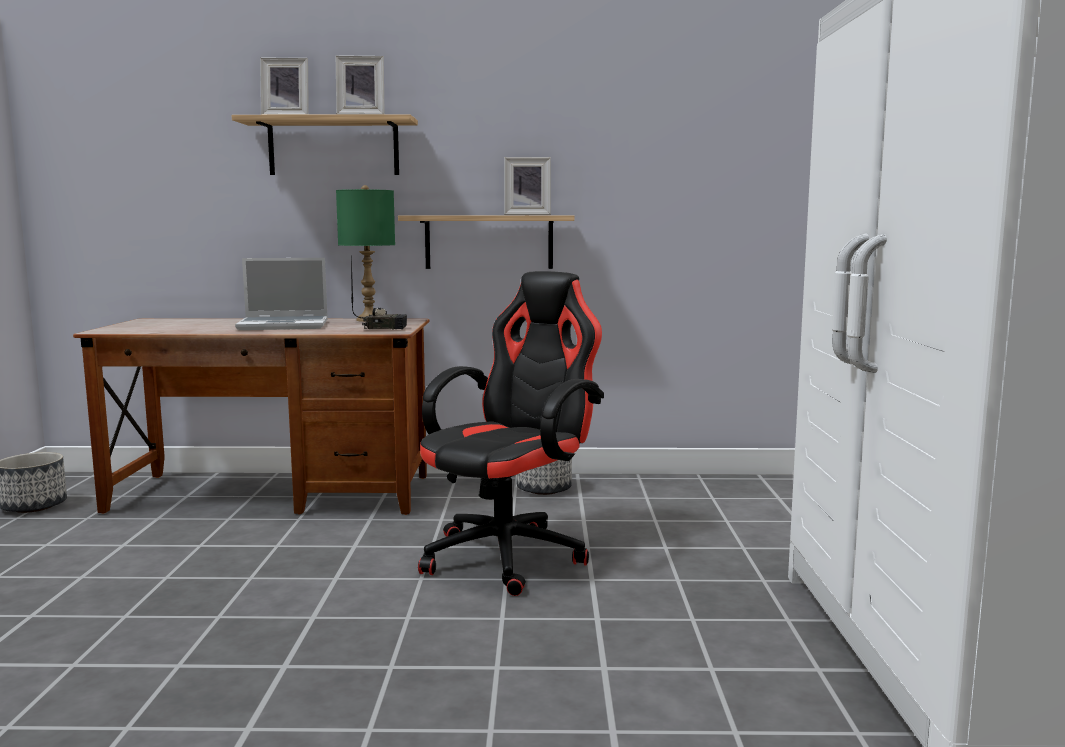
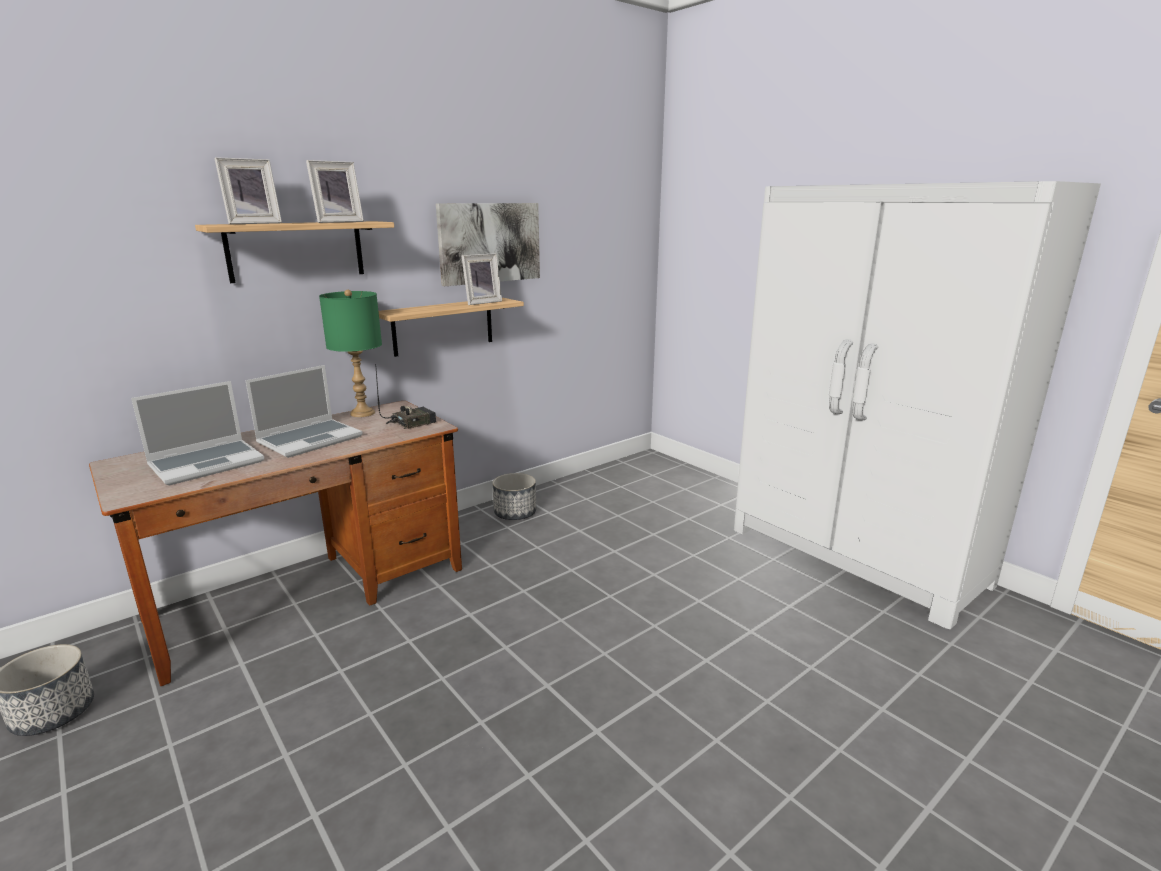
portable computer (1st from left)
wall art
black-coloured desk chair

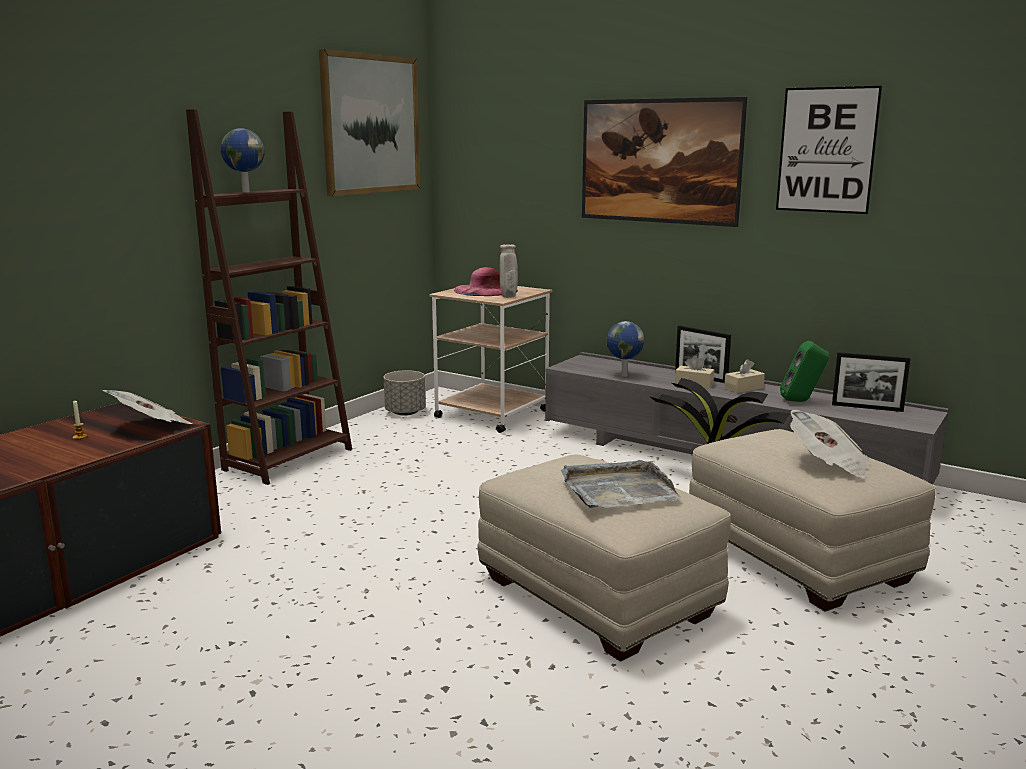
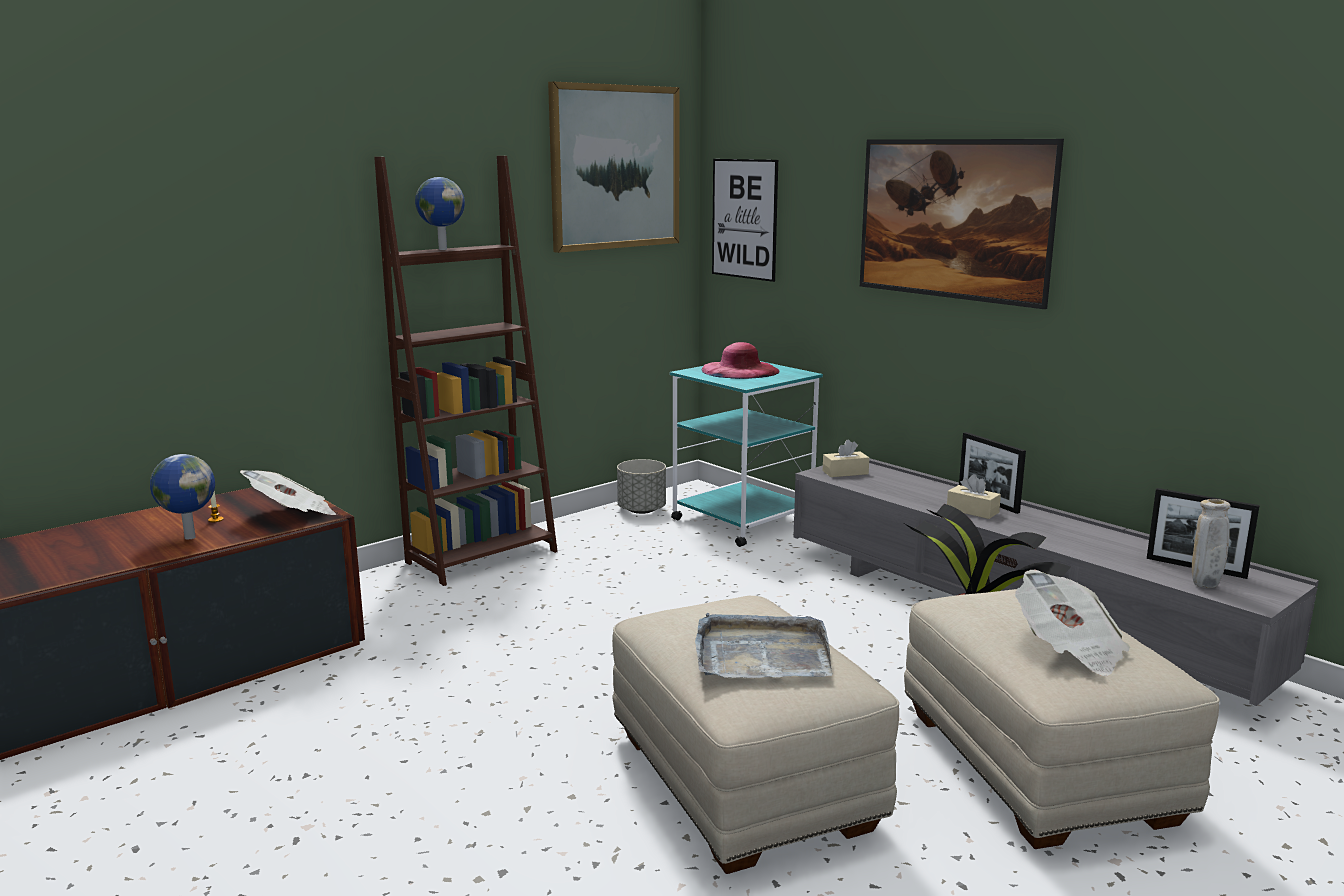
globe (1st from left)
turquoise trolley
wall art (2nd from left)
beige-coloured tissue box (1st from left)
beige-coloured flower vase
greenish speaker

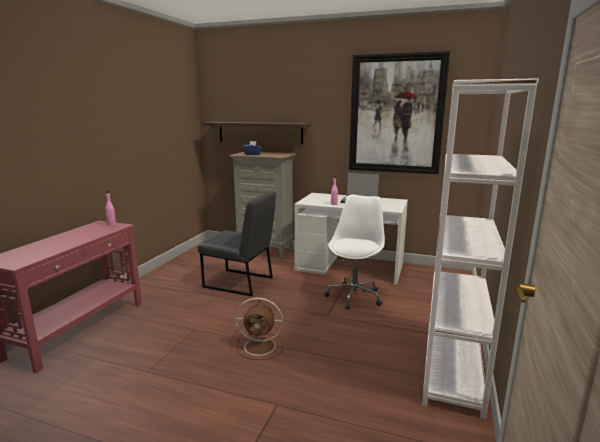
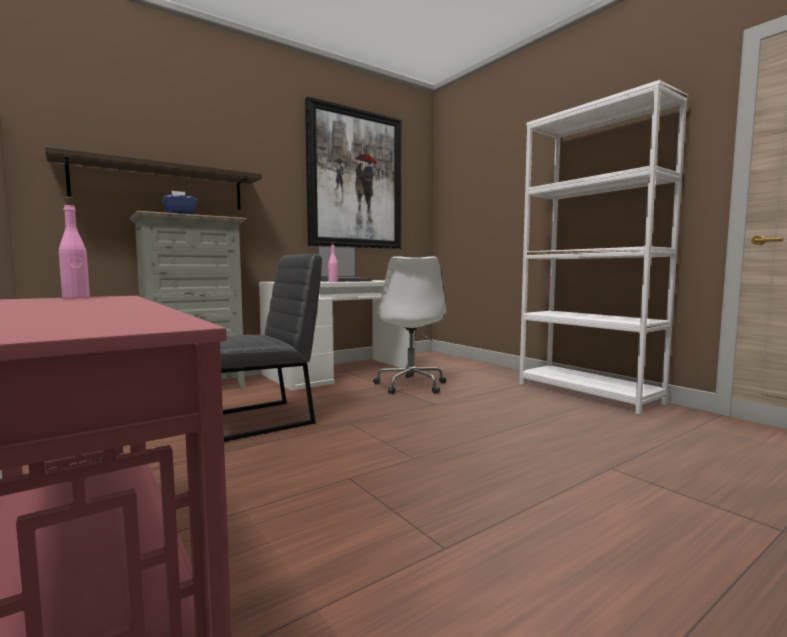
white desk chair
brownish electric fan

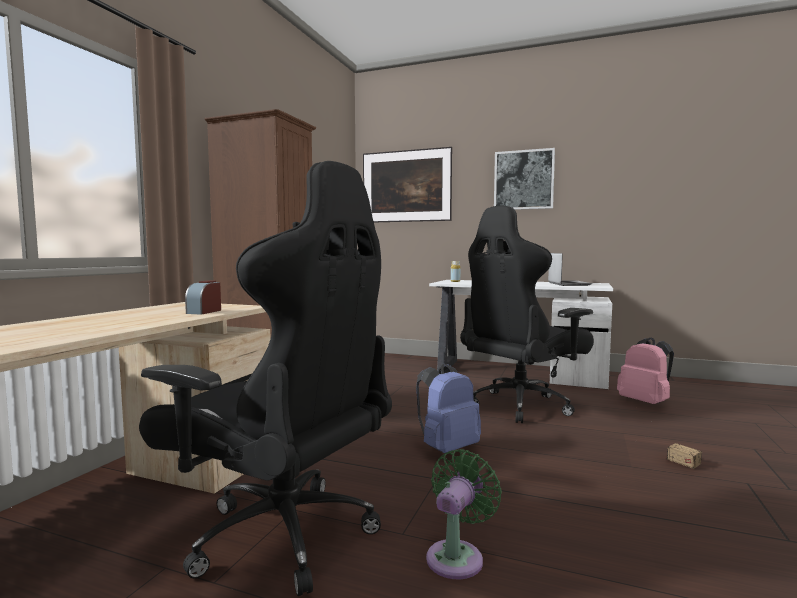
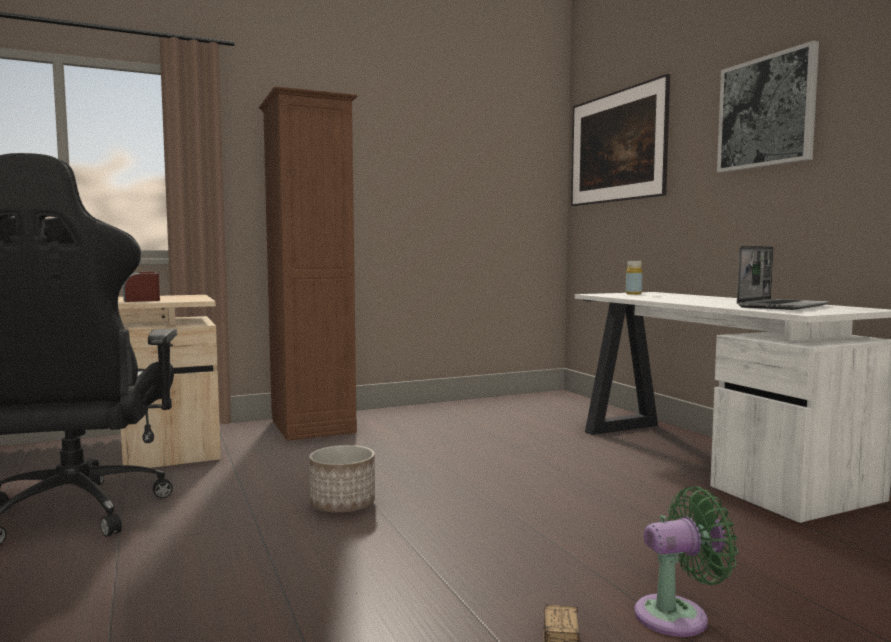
flower pot
greenish electric fan
black-coloured desk chair (2nd from left in the first image)
pinkish knapsack

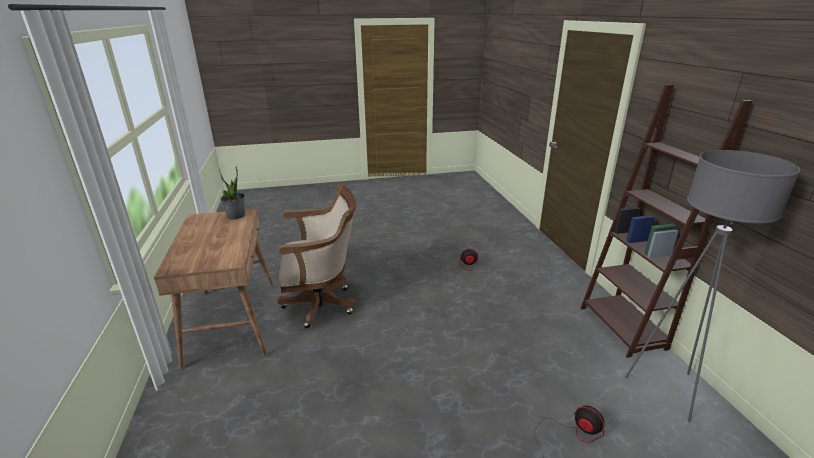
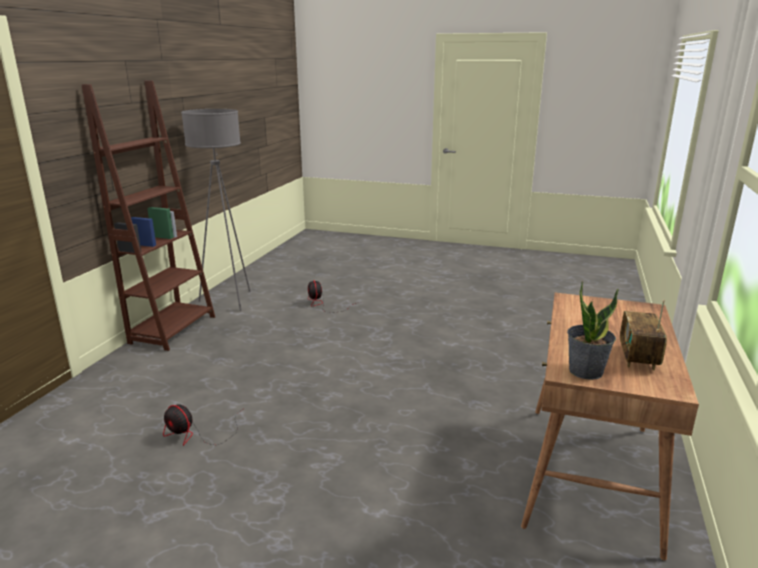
radio set
desk chair

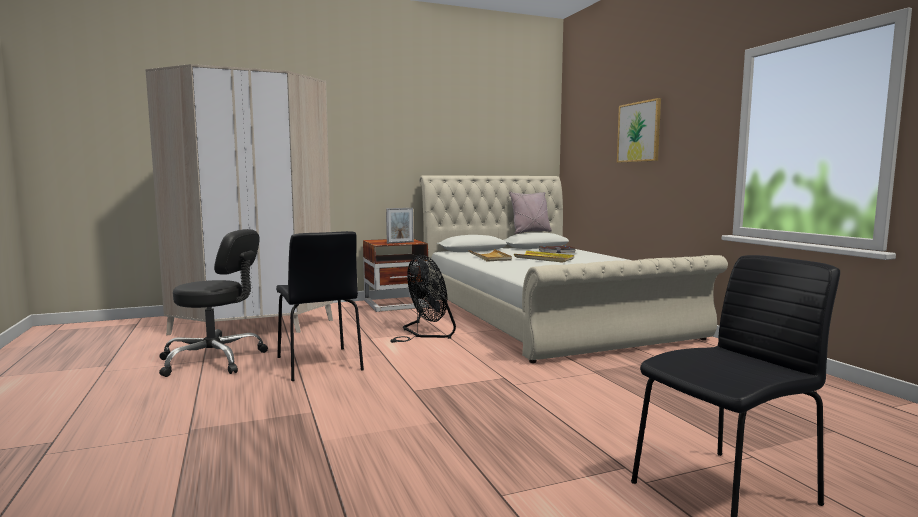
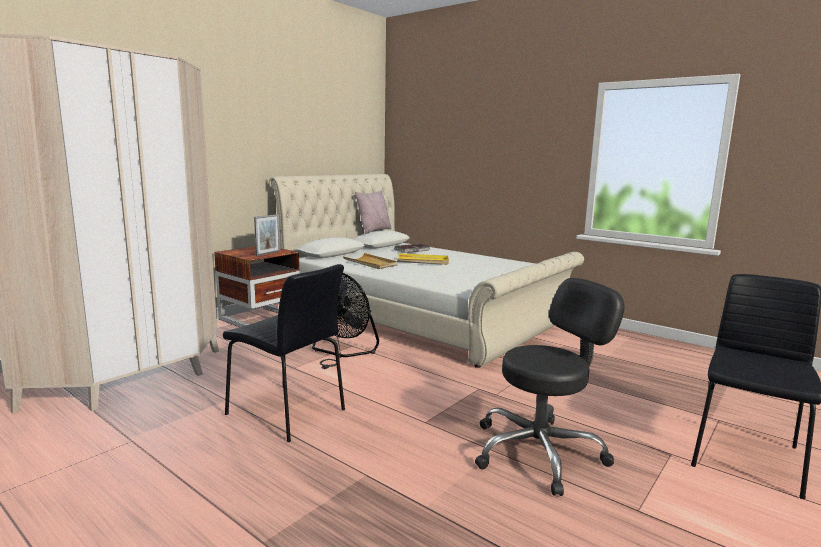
black-coloured desk chair
wall art

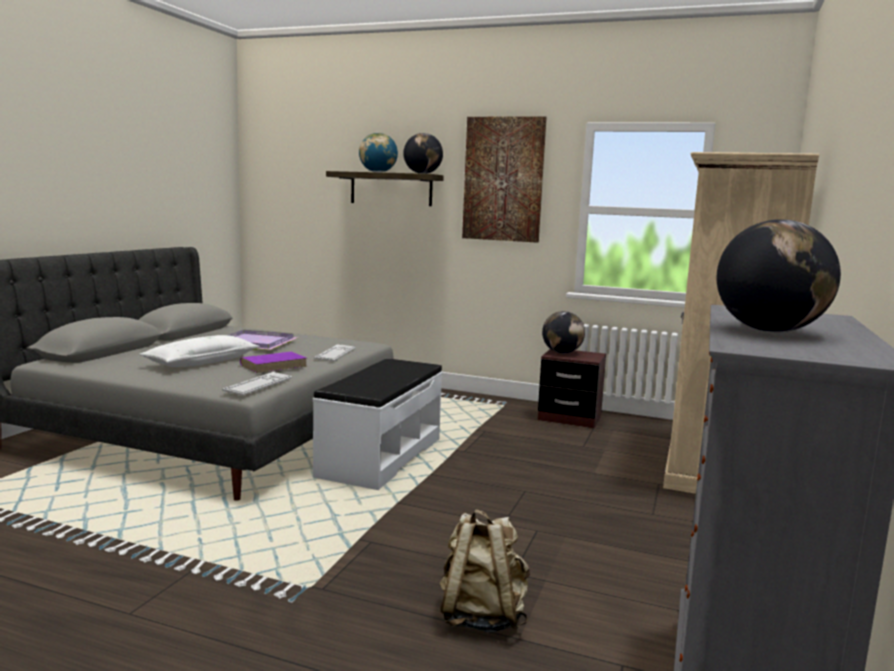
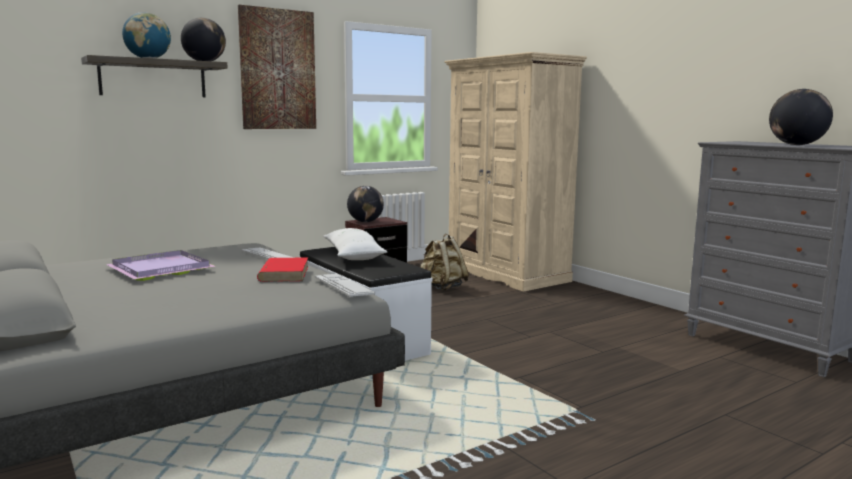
reddish volume
white throw pillow
beige-coloured knapsack

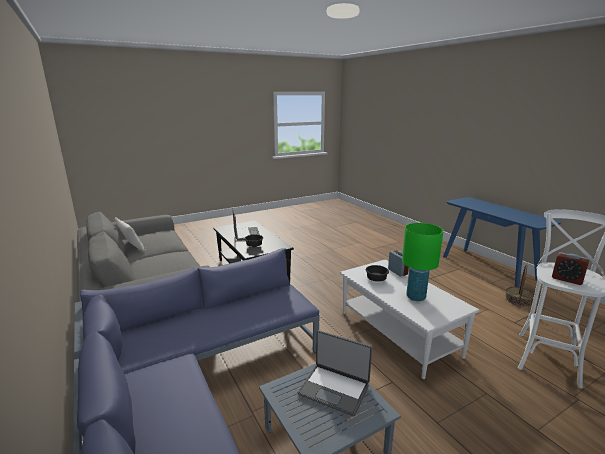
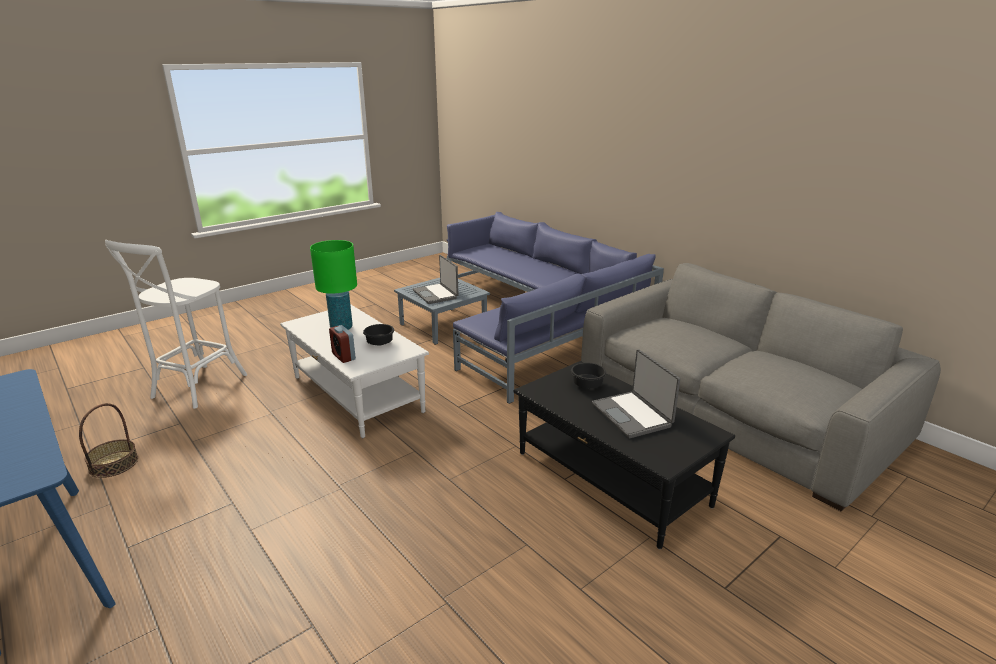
portable computer (1st from left)
white throw pillow
bedside clock (2nd from left in the first image)

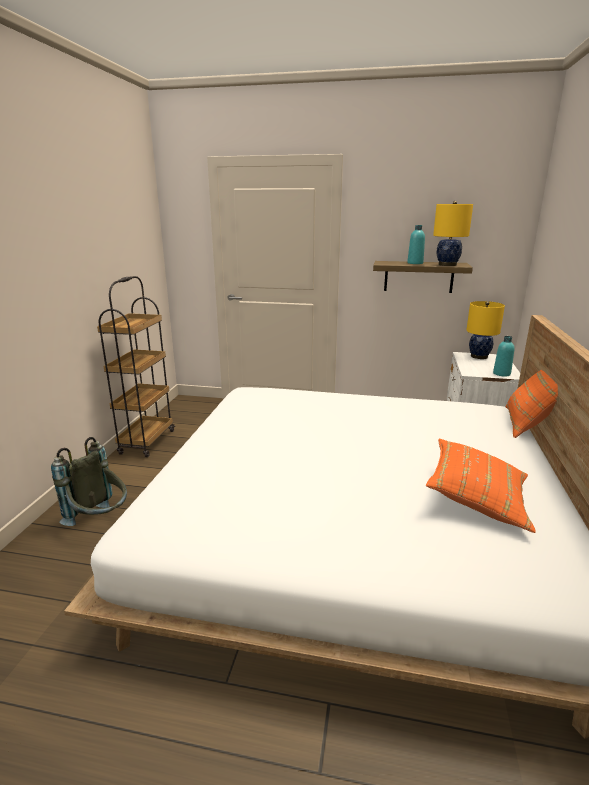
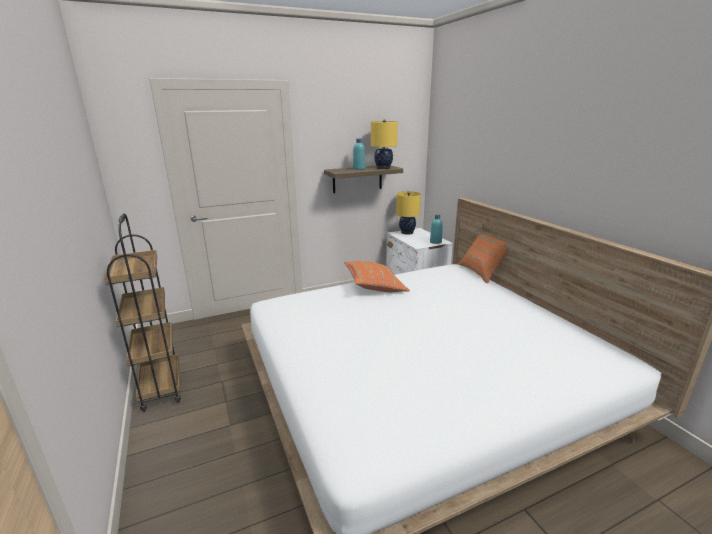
orange-coloured throw pillow (1st from left)
gray knapsack

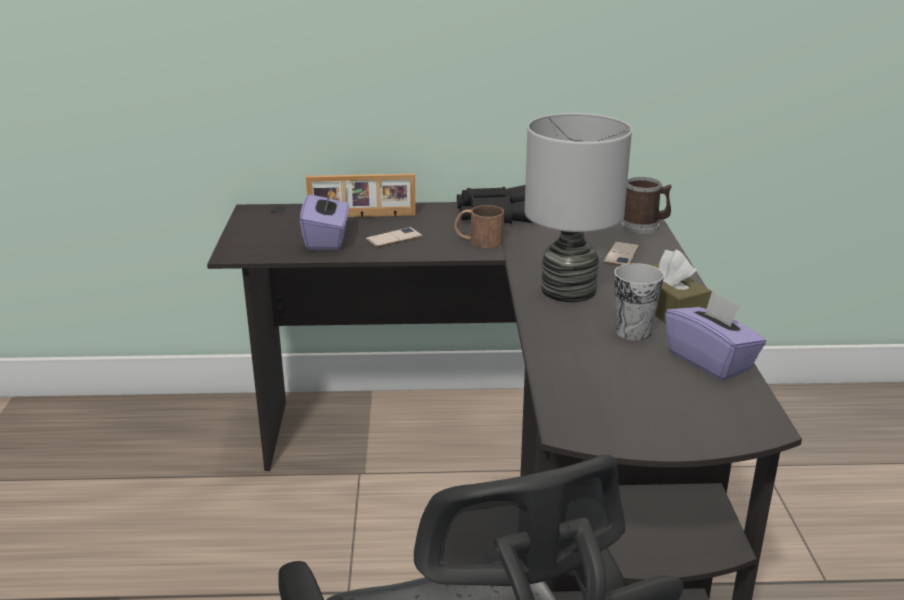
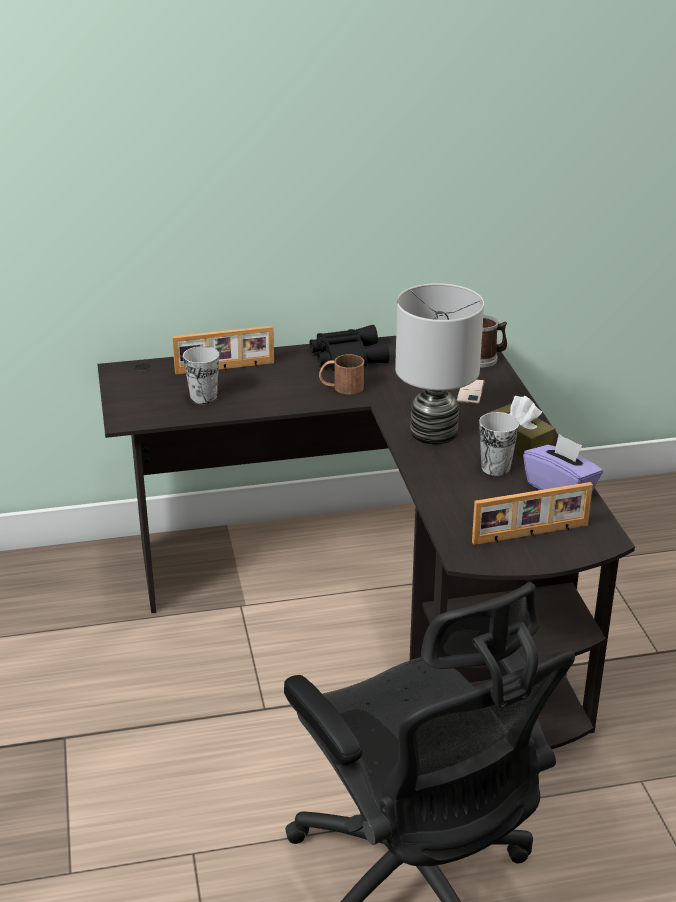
small cup (1st from left)
photo frame (2nd from left)
handset (1st from left in the first image)

